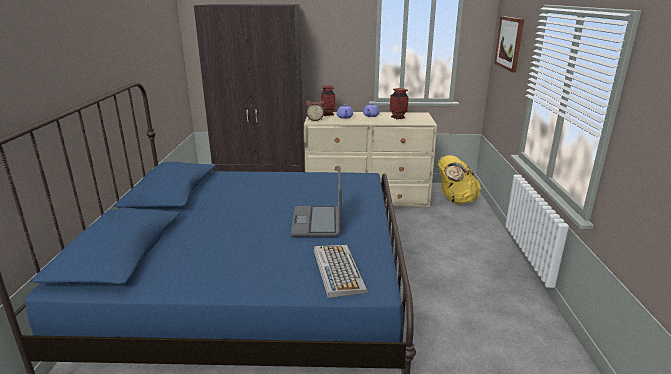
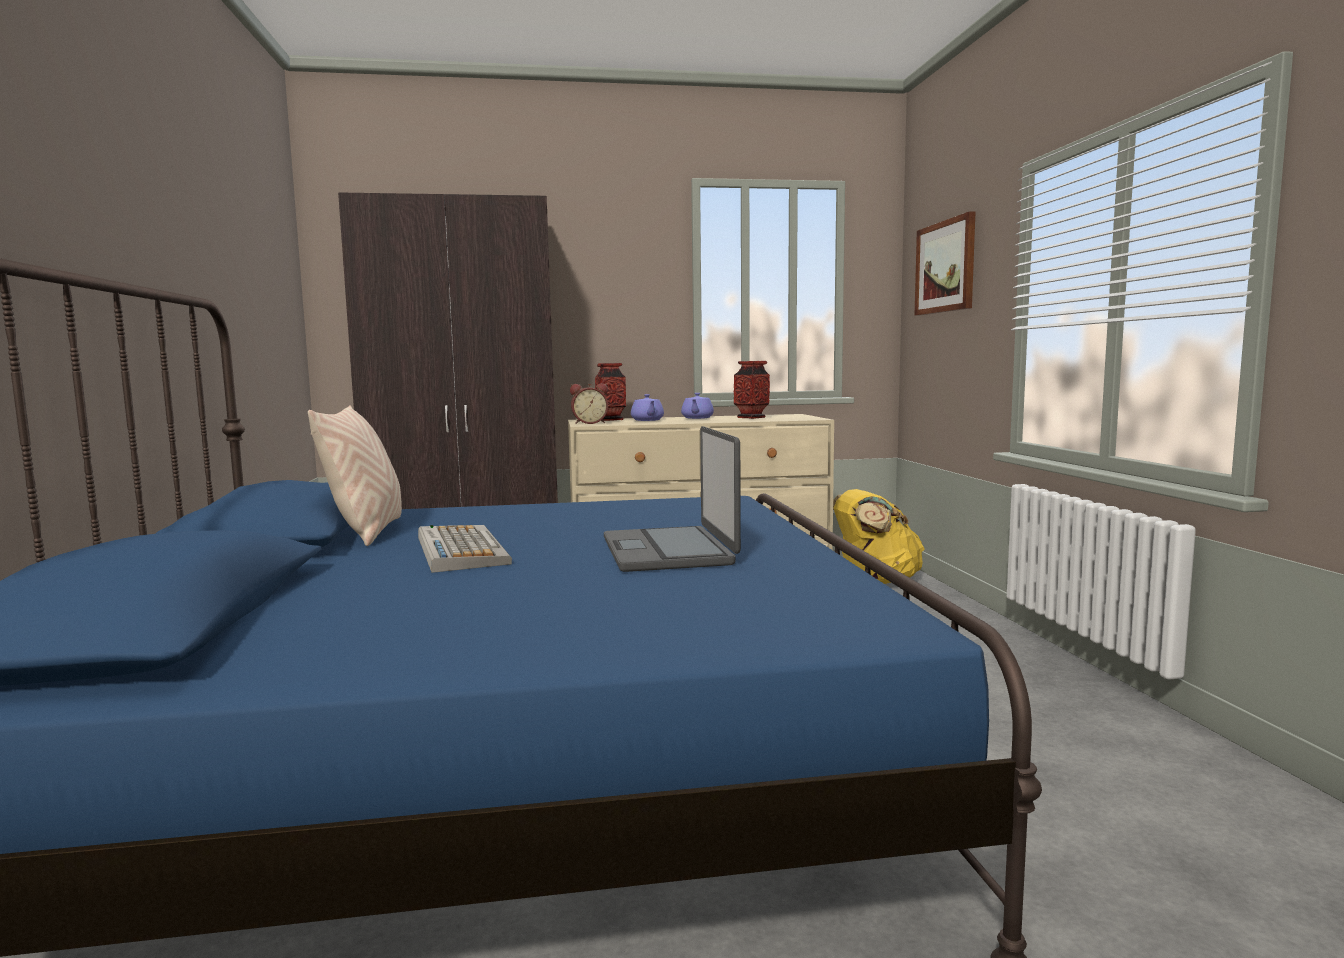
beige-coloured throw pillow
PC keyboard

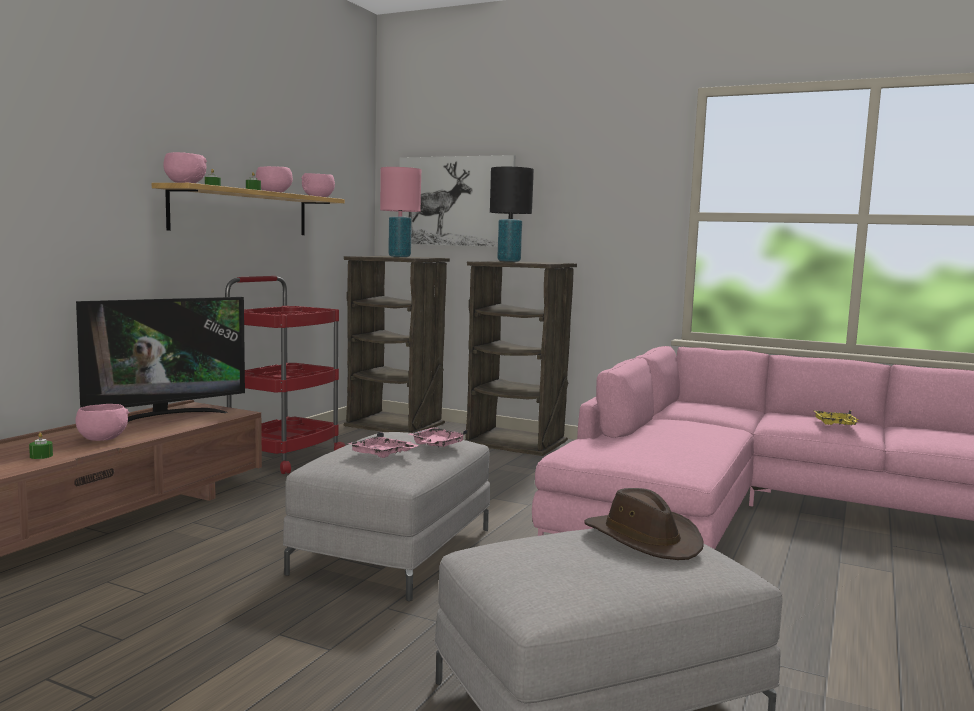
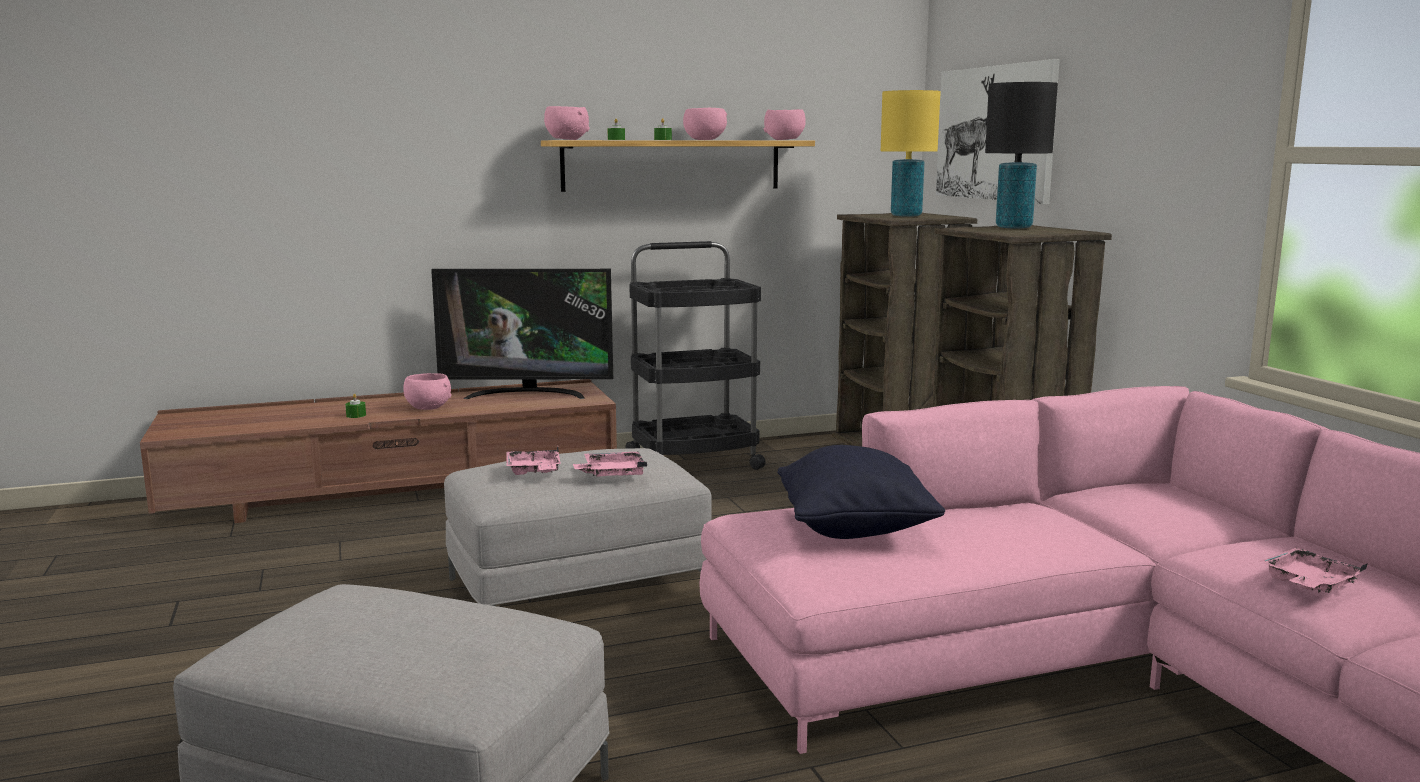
black-coloured trolley
black-coloured throw pillow
yellowish tabletop lamp
pinkish carrying tray (3rd from left)
brownish hat

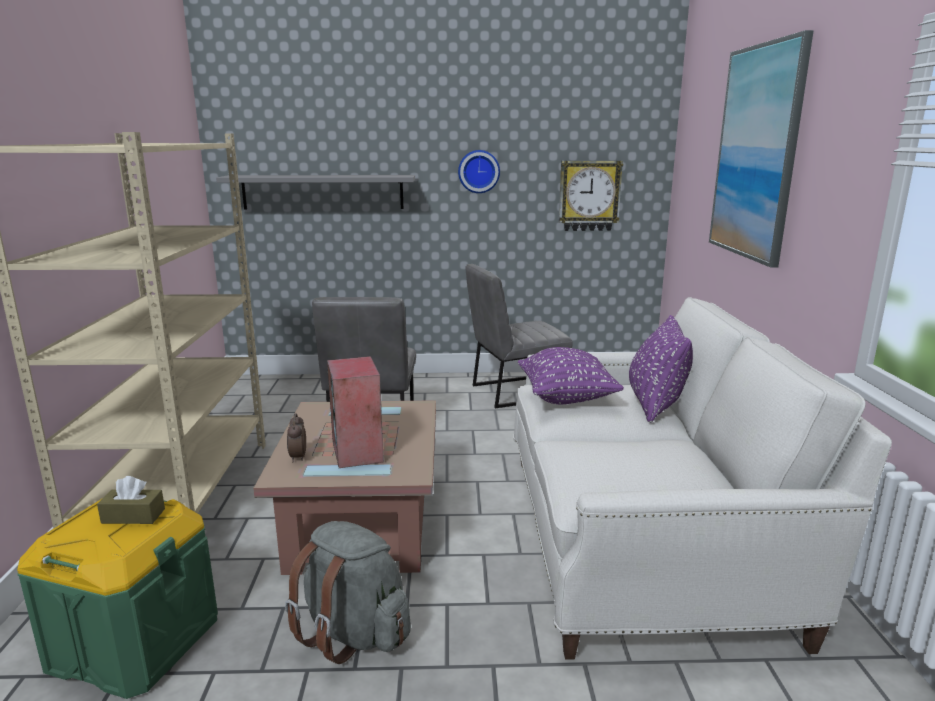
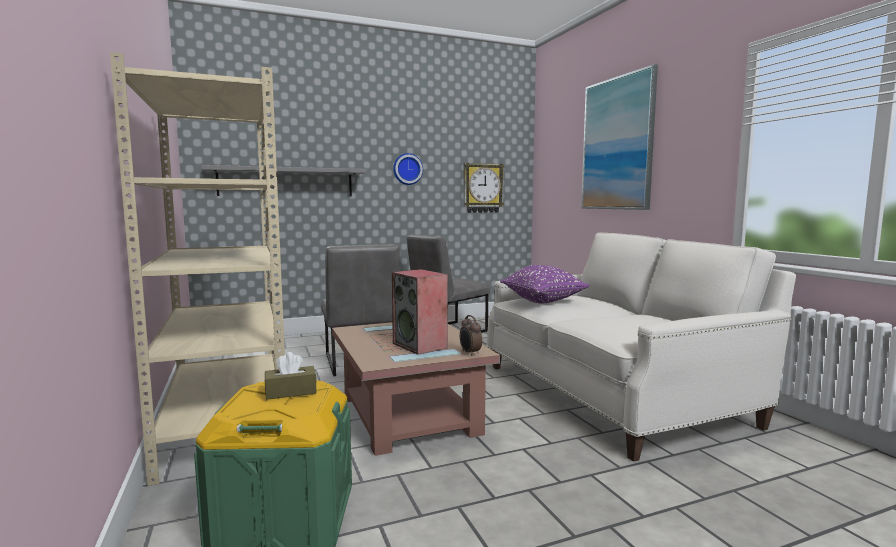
bedside clock
gray knapsack
purplish throw pillow (2nd from left in the first image)

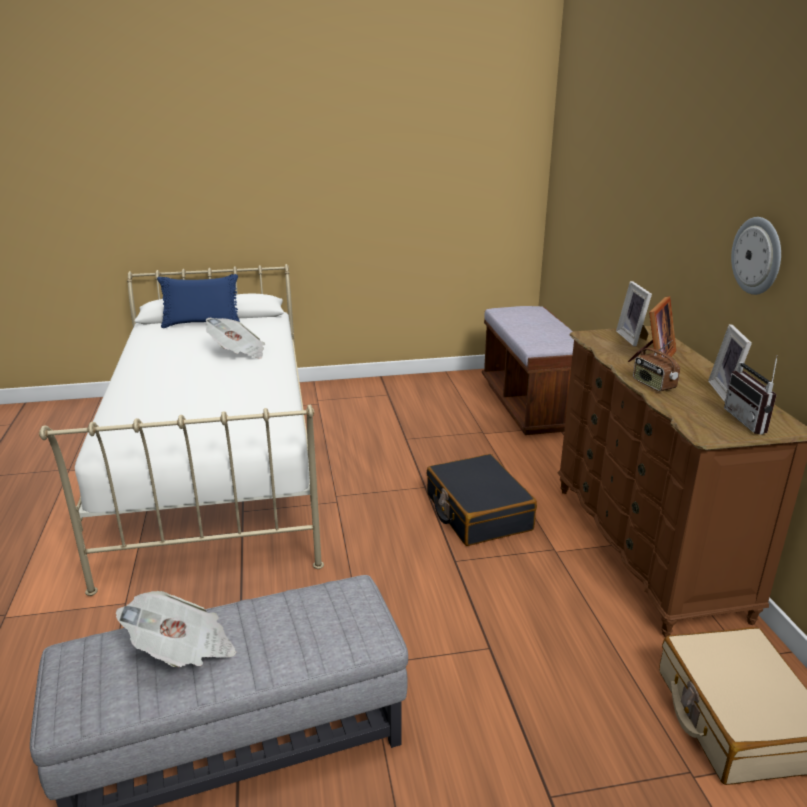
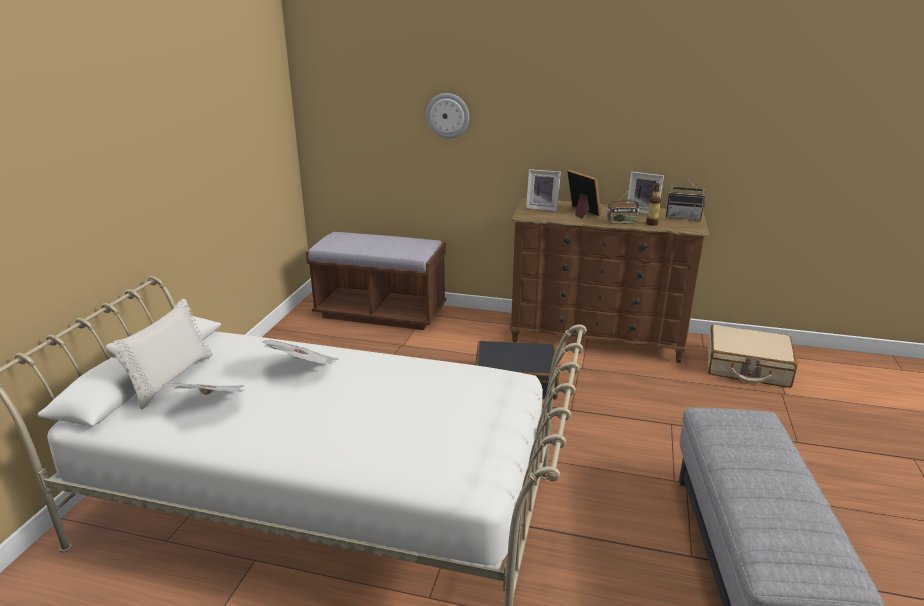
white throw pillow
printed paper (1st from left)
clock on the wall
drink bottle

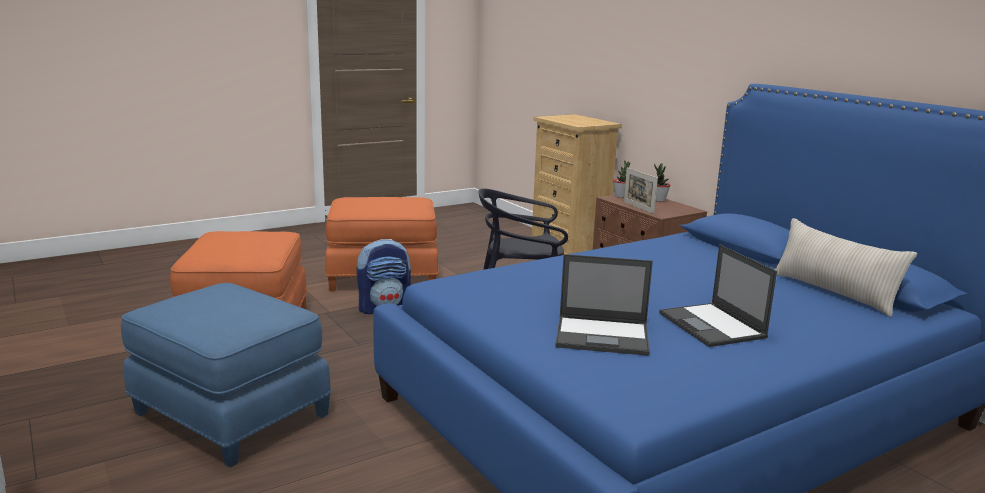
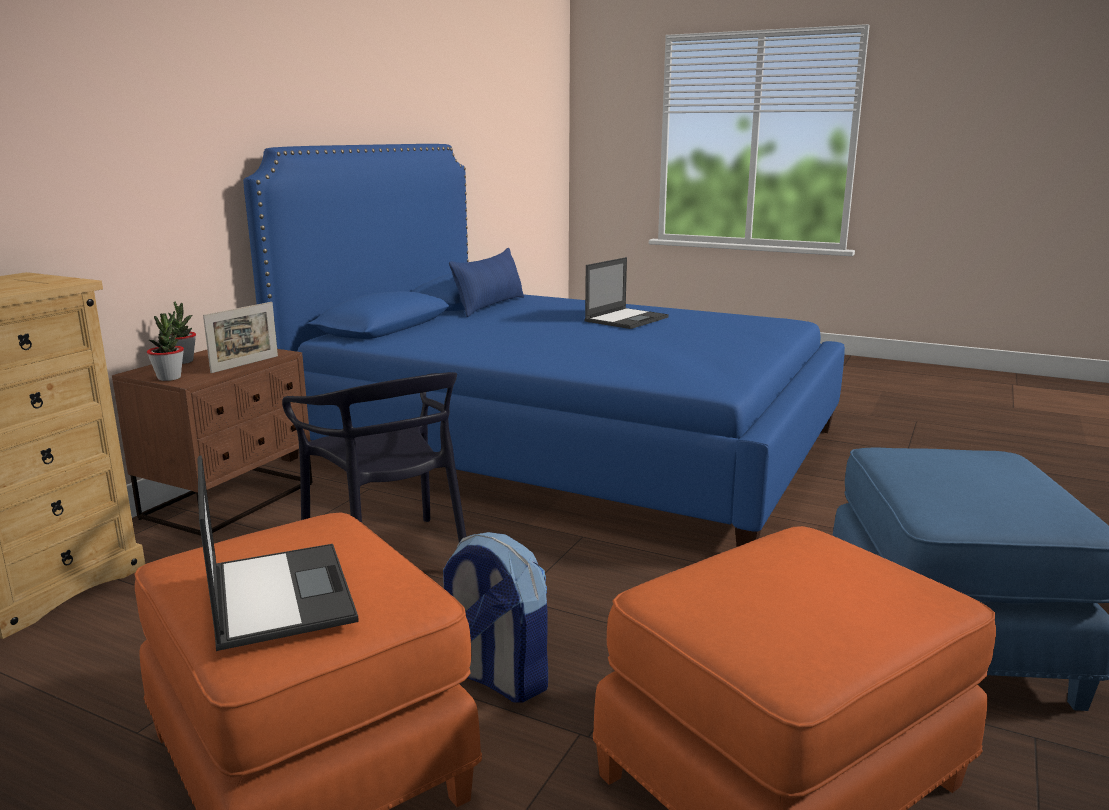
portable computer (1st from left)
blue throw pillow

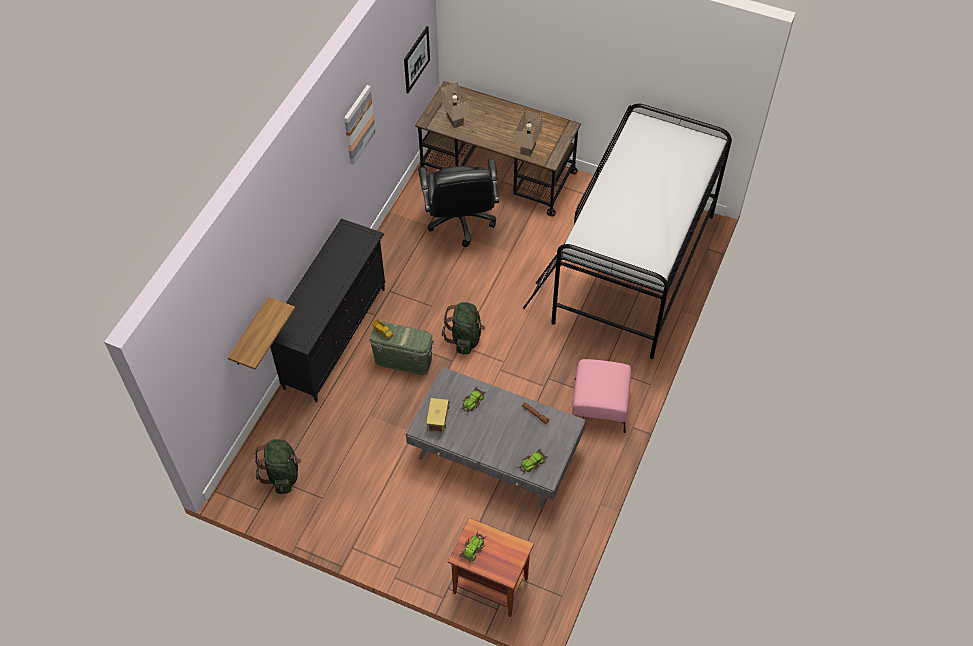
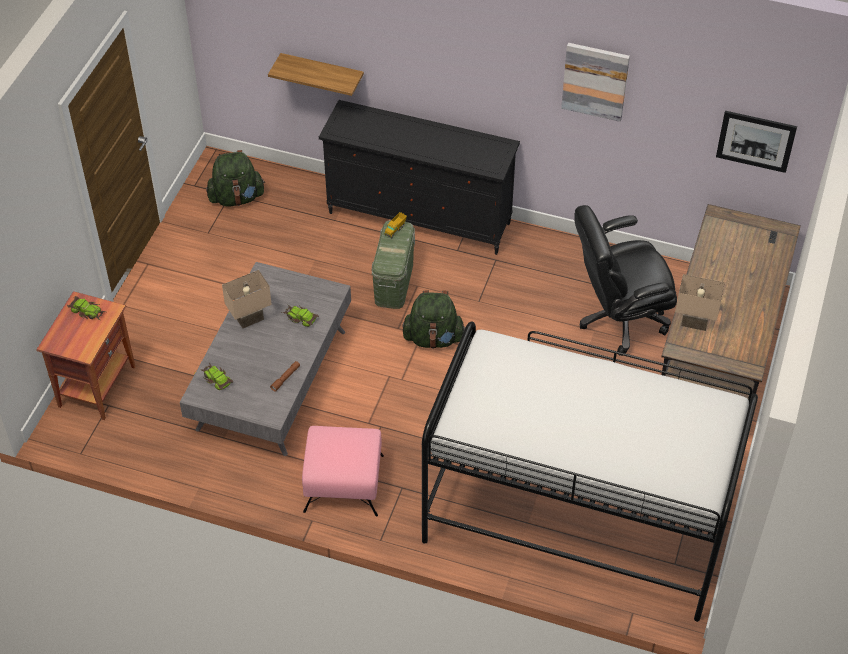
beige-coloured tabletop lamp (1st from left)
toy truck (2nd from left in the first image)

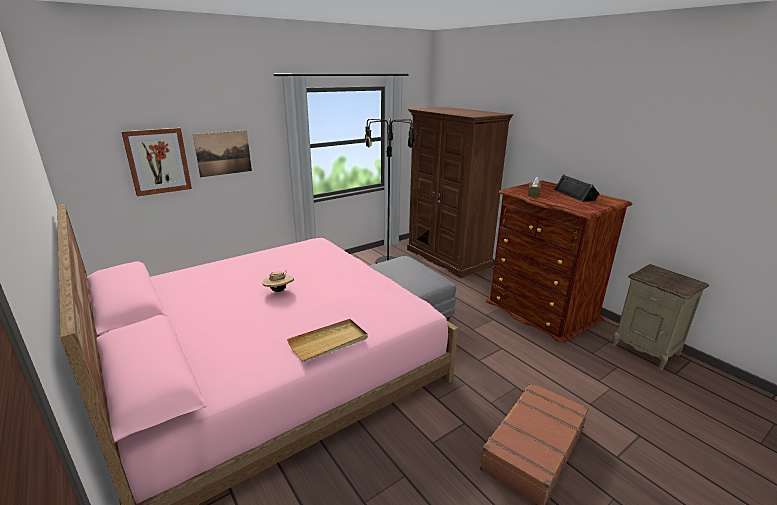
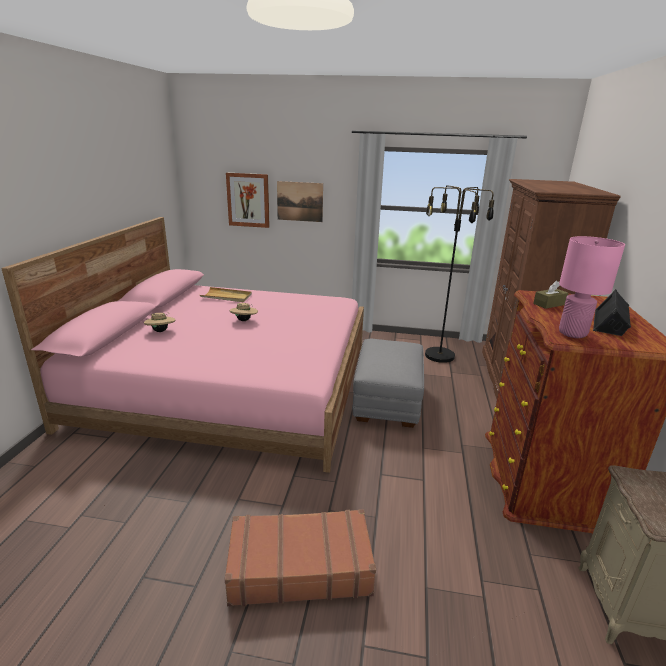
beige-coloured hat (1st from left)
beige-coloured carrying tray
pinkish tabletop lamp

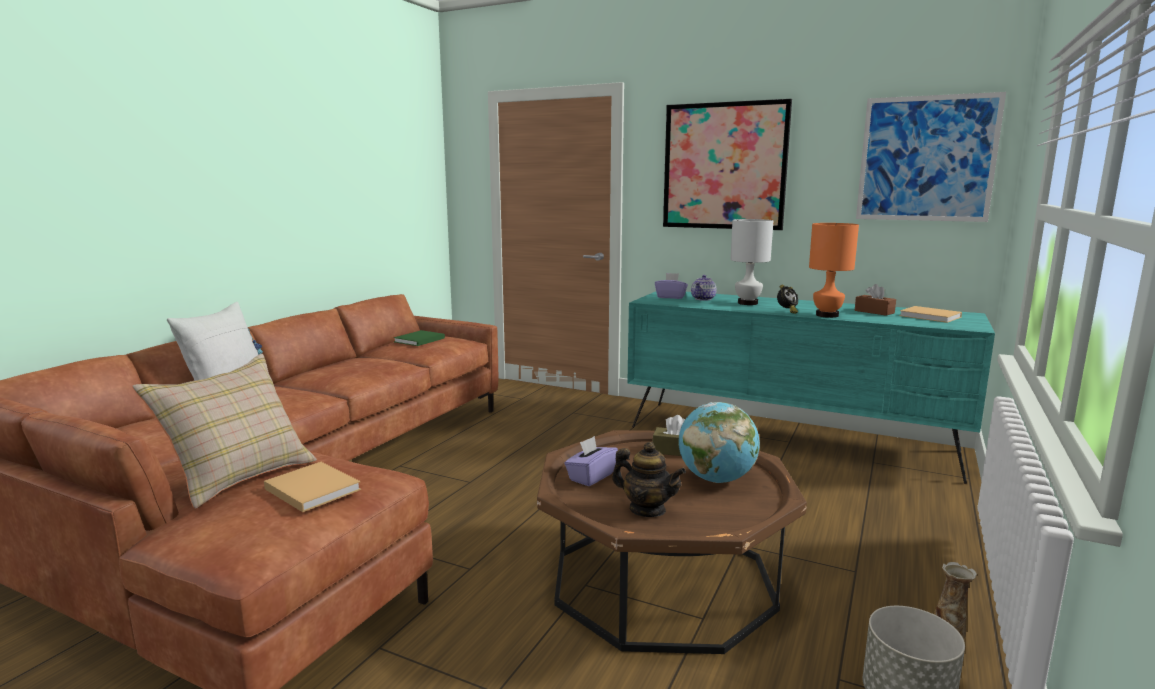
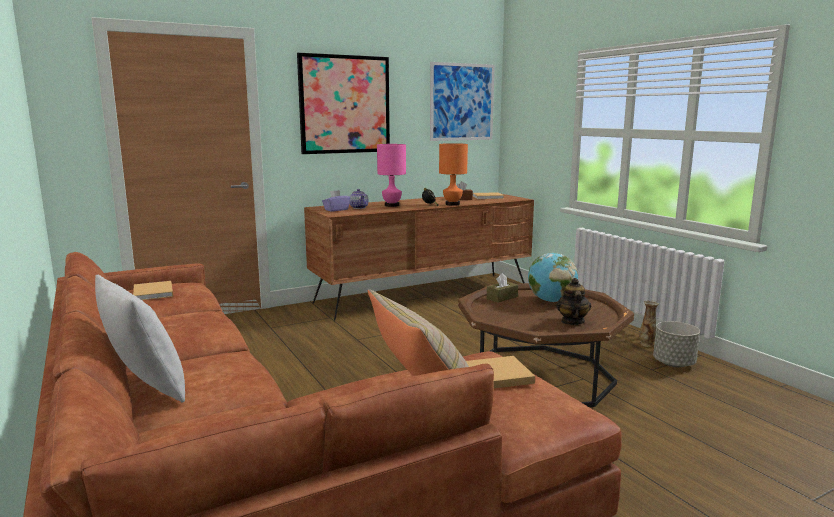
beige-coloured volume (1st from left)
brownish tv stand
pinkish tabletop lamp
tea pot (2nd from left)
purplish tissue box (1st from left in the first image)

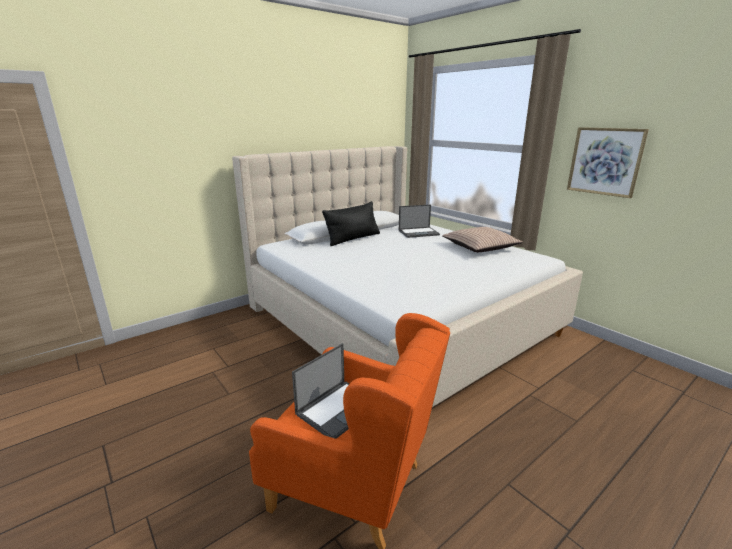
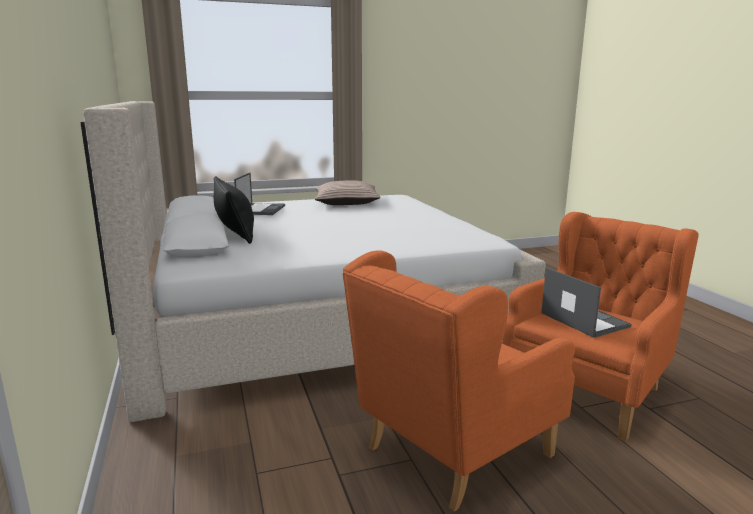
orange-coloured easy chair (1st from left)
wall art

